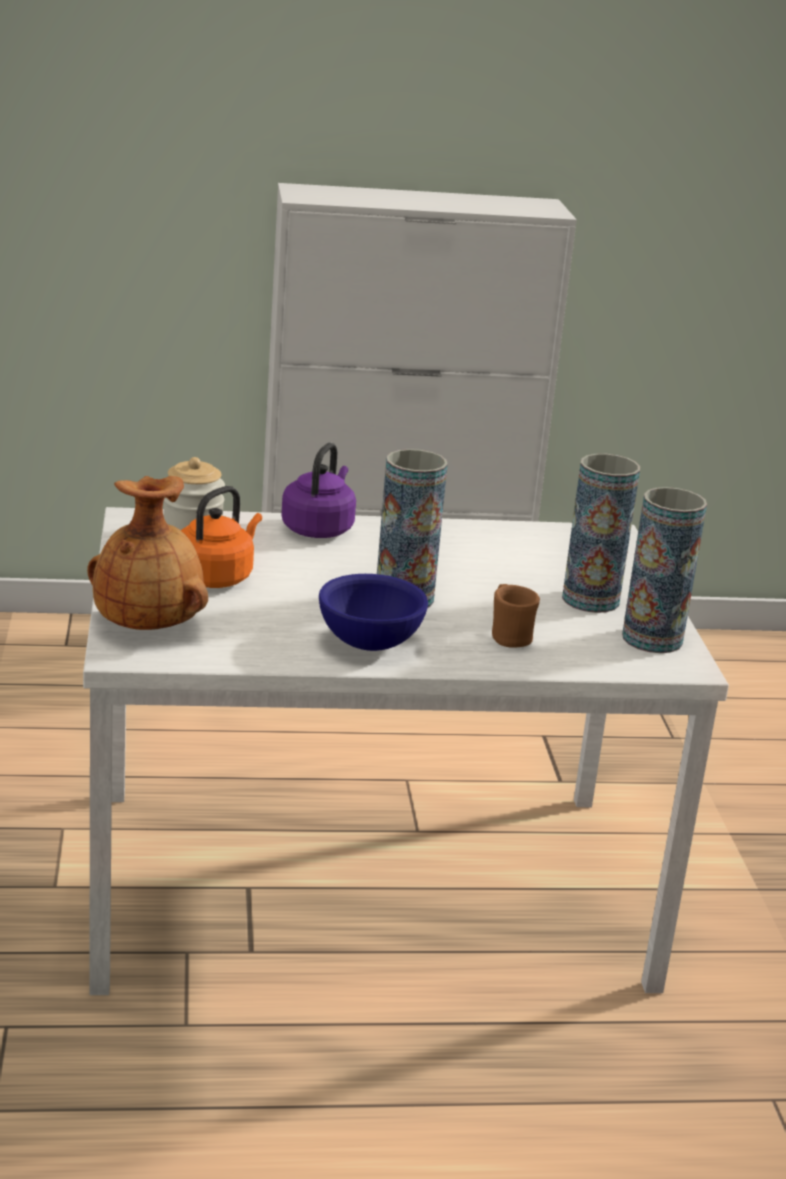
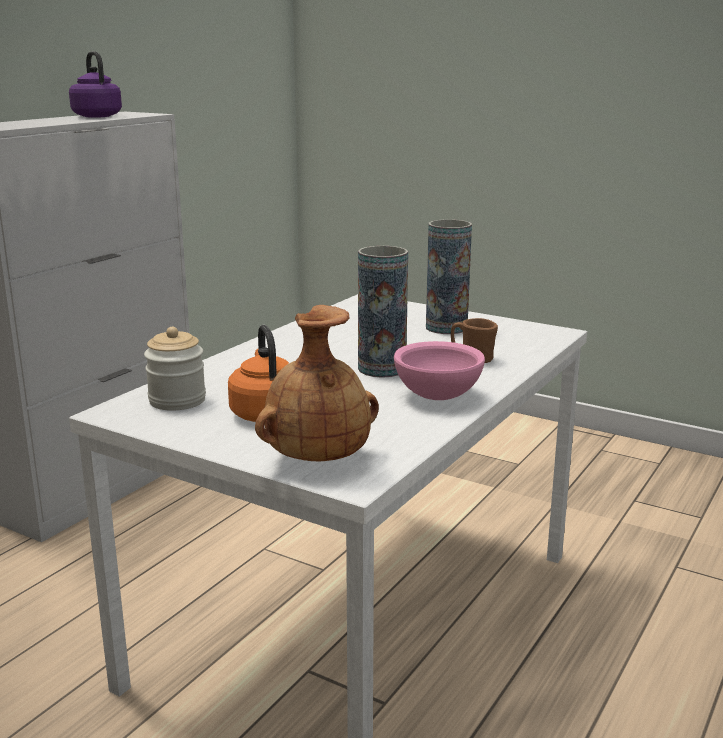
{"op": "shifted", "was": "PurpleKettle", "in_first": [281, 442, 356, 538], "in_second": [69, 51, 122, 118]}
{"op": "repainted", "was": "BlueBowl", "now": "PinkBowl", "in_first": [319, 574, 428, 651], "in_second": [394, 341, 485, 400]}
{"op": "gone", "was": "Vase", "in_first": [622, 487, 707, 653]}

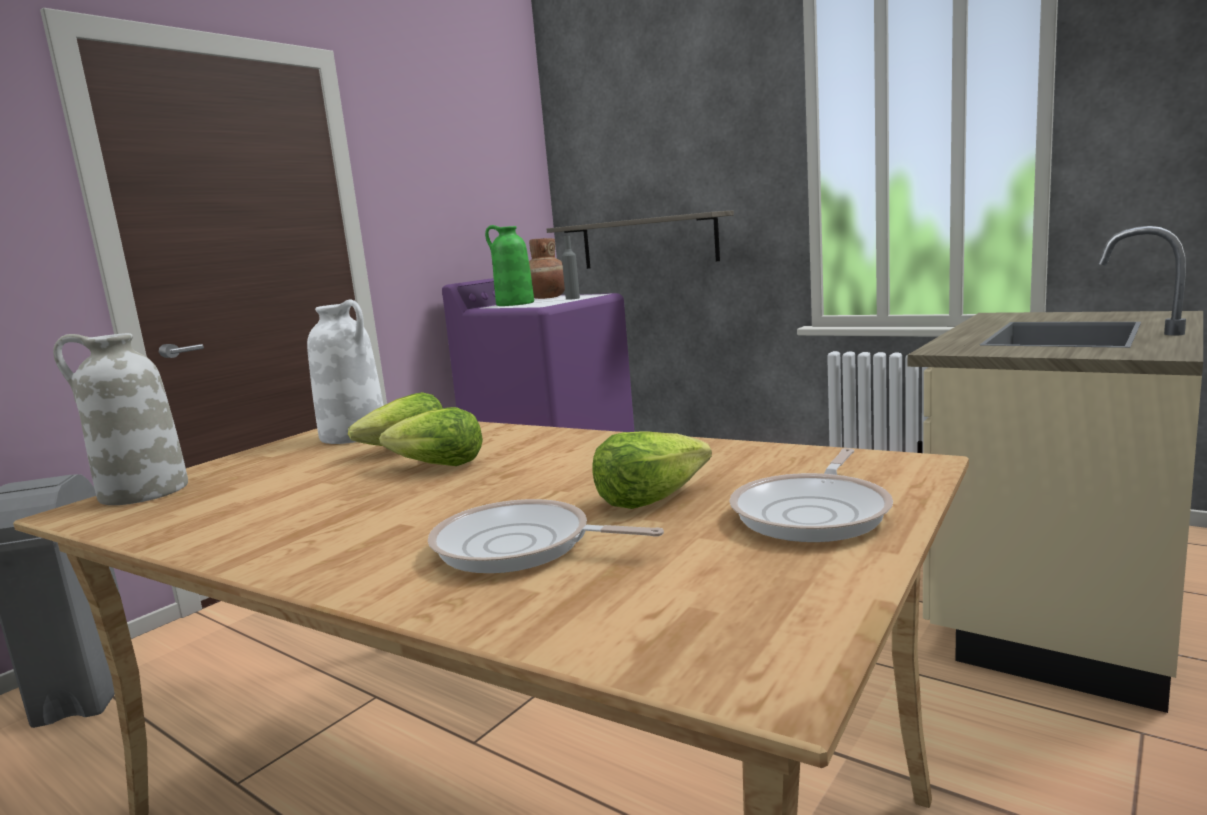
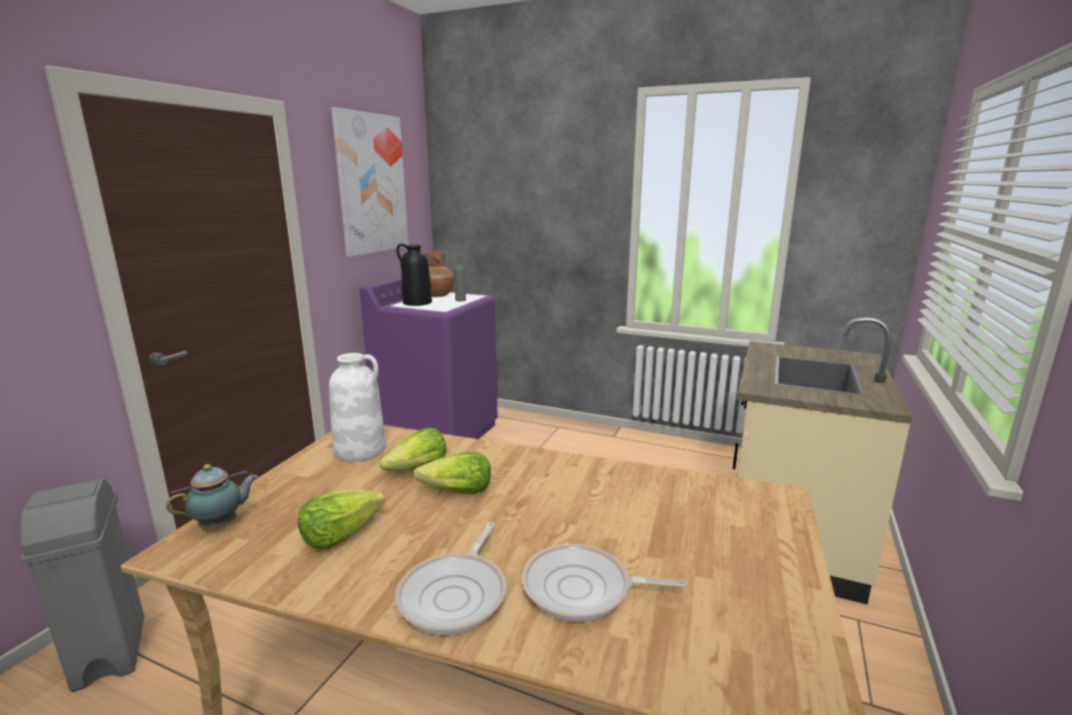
{"op": "swapped", "was": "WhiteVase", "now": "Teapot", "in_first": [53, 333, 188, 505], "in_second": [166, 464, 258, 529]}
{"op": "shifted", "was": "Lettuce", "in_first": [593, 431, 712, 509], "in_second": [298, 489, 385, 549]}
{"op": "new", "now": "Picture", "in_second": [331, 107, 409, 257]}
{"op": "shifted", "was": "FryingPan", "in_first": [729, 448, 893, 542], "in_second": [395, 522, 506, 635]}
{"op": "repainted", "was": "GreenVase", "now": "BlackVase", "in_first": [485, 225, 534, 306], "in_second": [396, 243, 432, 306]}
{"op": "gone", "was": "Shelf", "in_first": [547, 210, 734, 269]}

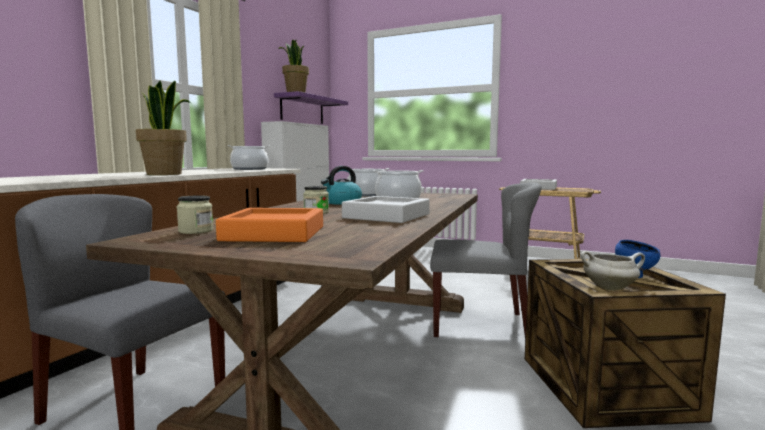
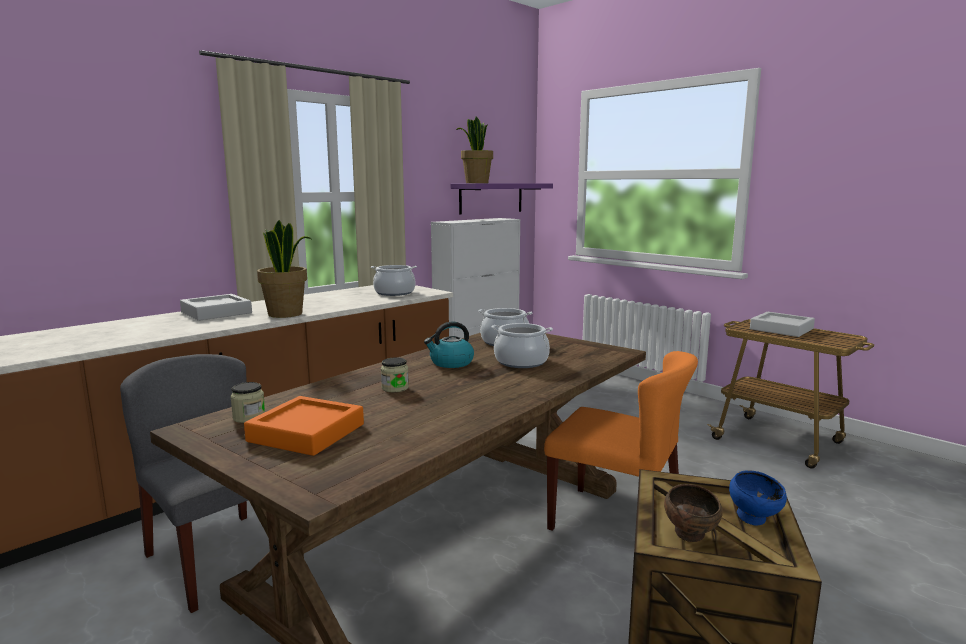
{"op": "shifted", "was": "GreyTray", "in_first": [342, 196, 430, 223], "in_second": [180, 294, 252, 321]}
{"op": "repainted", "was": "GreyChair", "now": "OrangeChair", "in_first": [430, 182, 542, 338], "in_second": [544, 351, 698, 531]}
{"op": "swapped", "was": "WhiteCookingPot", "now": "BrownBowl", "in_first": [581, 251, 645, 291], "in_second": [664, 484, 723, 542]}

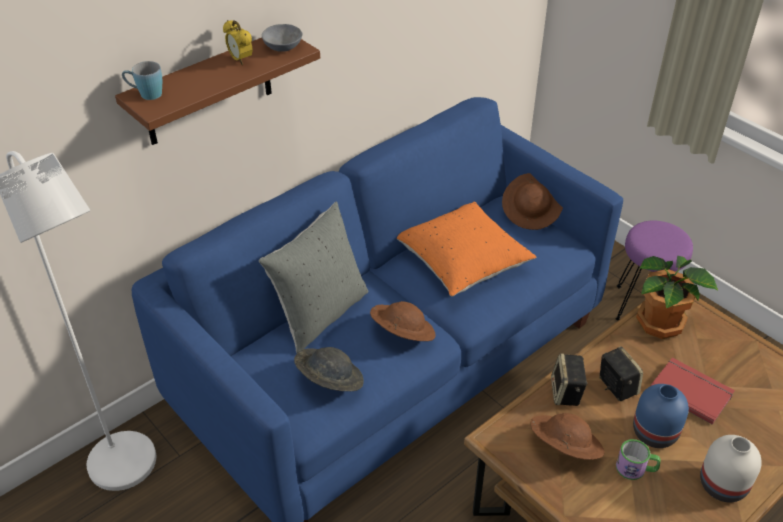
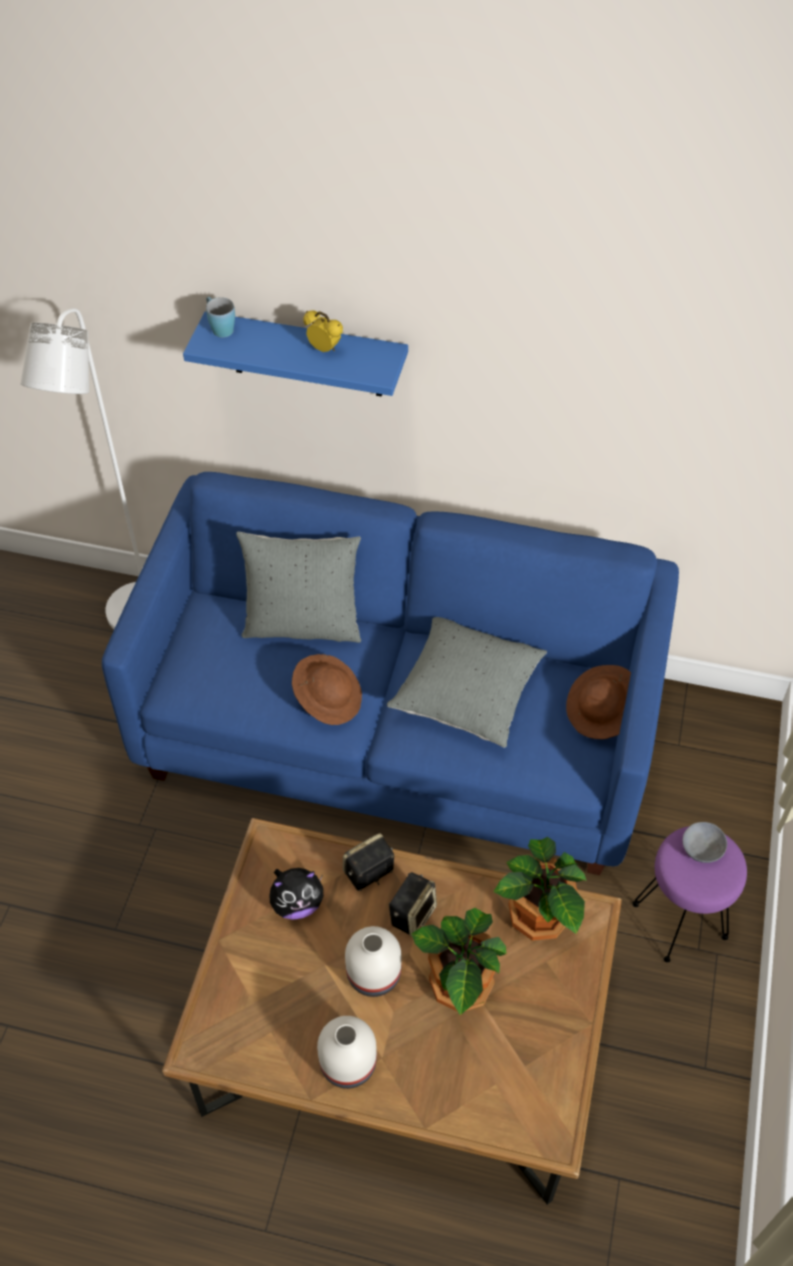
{"op": "repainted", "was": "BrownShelf", "now": "BlueShelf", "in_first": [115, 38, 320, 145], "in_second": [183, 312, 408, 397]}
{"op": "swapped", "was": "BrownHat", "now": "PlushToy", "in_first": [530, 413, 605, 460], "in_second": [270, 868, 323, 920]}
{"op": "rotated", "was": "AlarmClock", "in_first": [223, 20, 253, 65], "in_second": [303, 310, 343, 352], "clockwise": 105}
{"op": "repainted", "was": "BlueVase", "now": "WhiteVase", "in_first": [633, 384, 689, 448], "in_second": [345, 926, 402, 997]}
{"op": "repainted", "was": "OrangePillow", "now": "GreyPillow", "in_first": [397, 202, 536, 296], "in_second": [387, 617, 547, 747]}
{"op": "swapped", "was": "RedBook", "now": "PottedPlant", "in_first": [650, 358, 735, 425], "in_second": [411, 908, 507, 1015]}
{"op": "shifted", "was": "GreyBowl", "in_first": [262, 24, 302, 52], "in_second": [682, 822, 727, 863]}
{"op": "gone", "was": "GreyHat", "in_first": [294, 347, 364, 391]}
{"op": "gone", "was": "Mug", "in_first": [616, 439, 661, 480]}

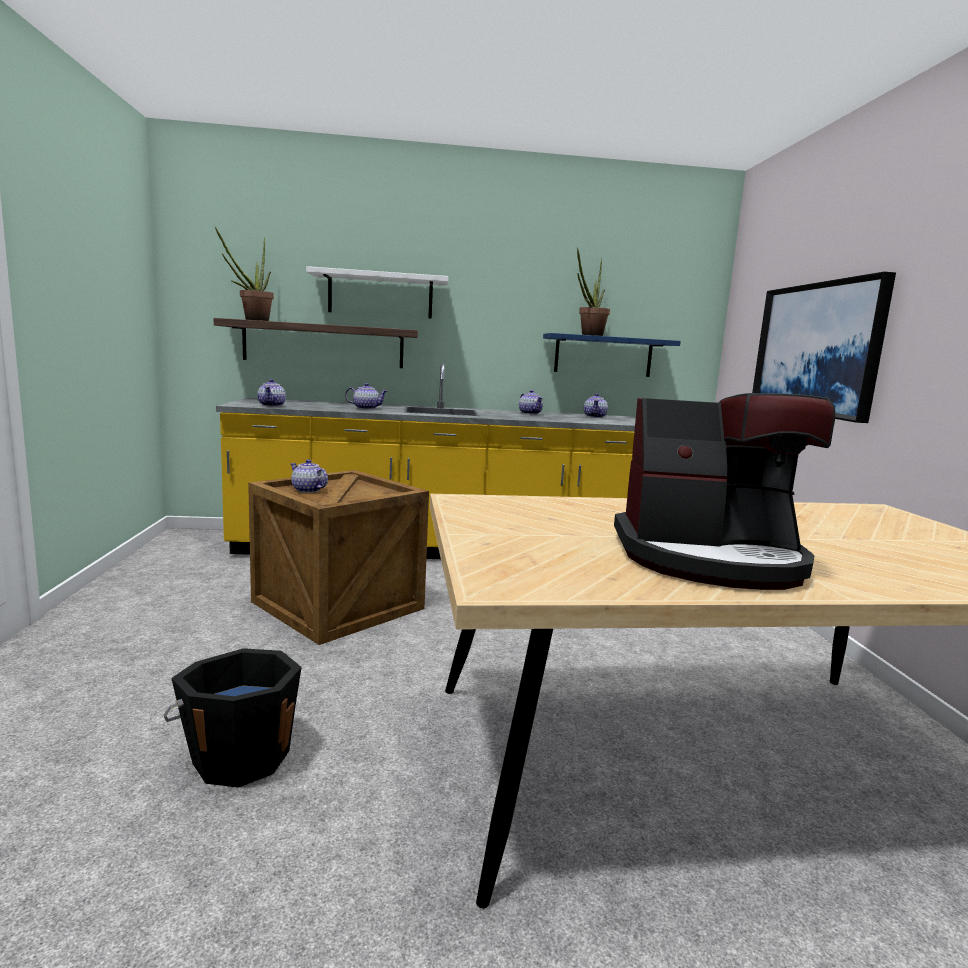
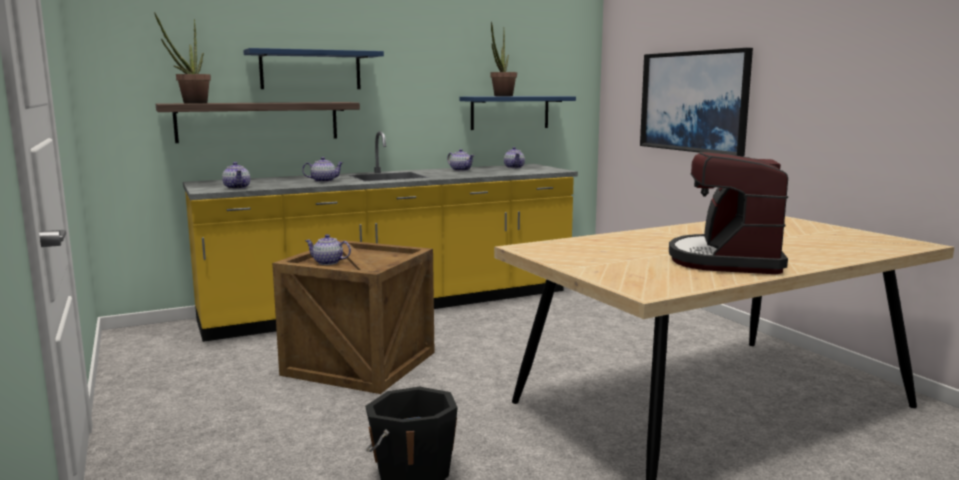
{"op": "repainted", "was": "WhiteShelf", "now": "BlueShelf", "in_first": [306, 266, 448, 319], "in_second": [243, 48, 384, 89]}
{"op": "rotated", "was": "CoffeeMachine", "in_first": [614, 393, 835, 590], "in_second": [669, 152, 788, 274], "clockwise": 120}

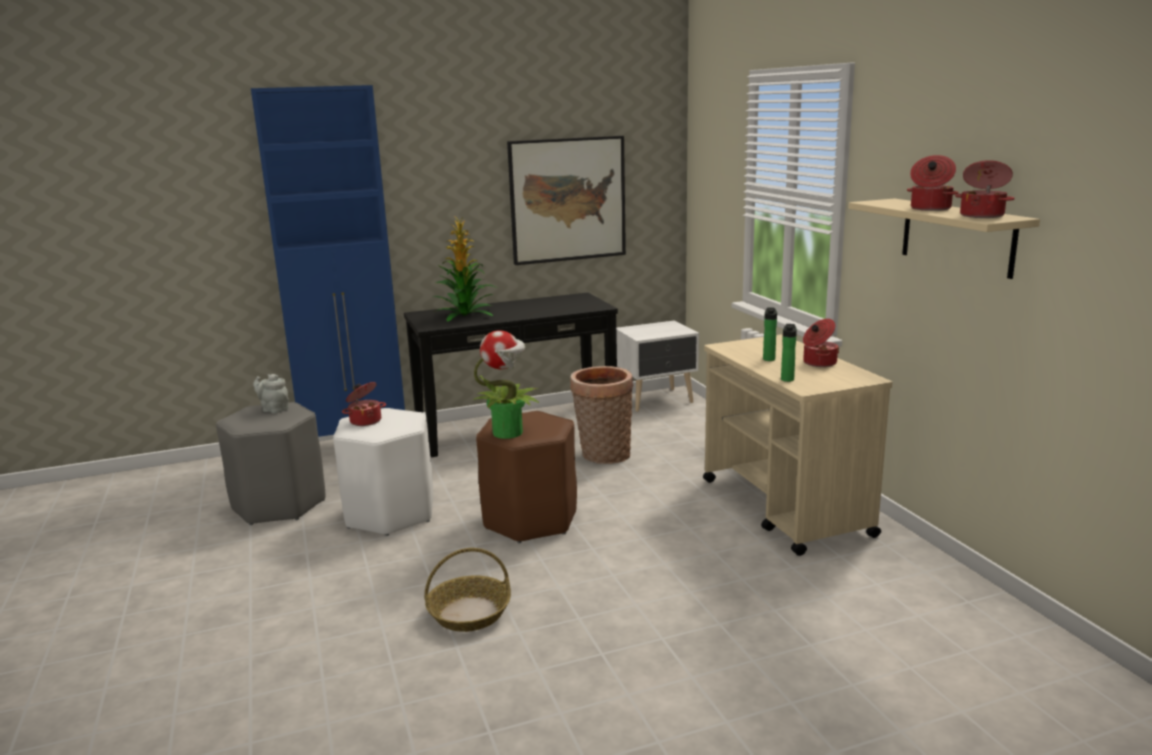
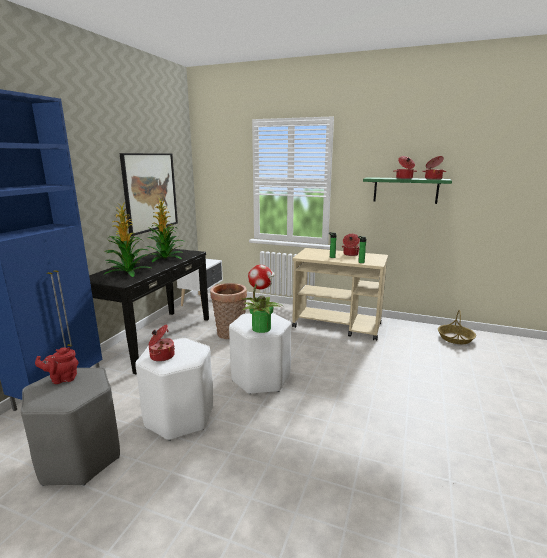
{"op": "repainted", "was": "GreyTeapot", "now": "RedTeapot", "in_first": [253, 374, 289, 414], "in_second": [35, 347, 79, 384]}
{"op": "new", "now": "PottedPlant", "in_second": [145, 197, 185, 262]}
{"op": "repainted", "was": "BrownStool", "now": "WhiteStool", "in_first": [476, 411, 577, 543], "in_second": [229, 313, 291, 394]}
{"op": "repainted", "was": "BeigeShelf", "now": "GreenShelf", "in_first": [849, 199, 1040, 279], "in_second": [363, 177, 452, 204]}
{"op": "shifted", "was": "Basket", "in_first": [425, 548, 511, 632], "in_second": [438, 310, 476, 344]}

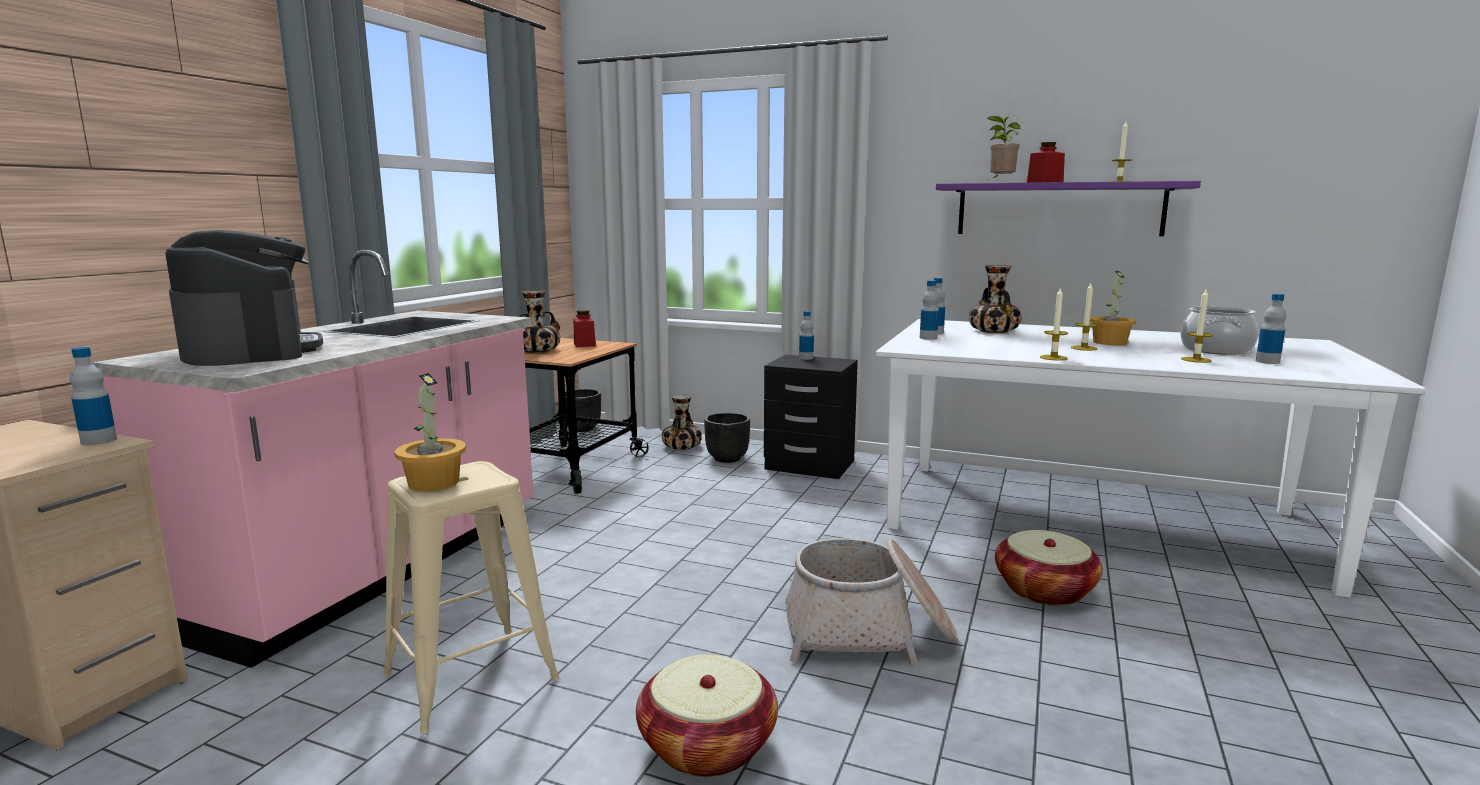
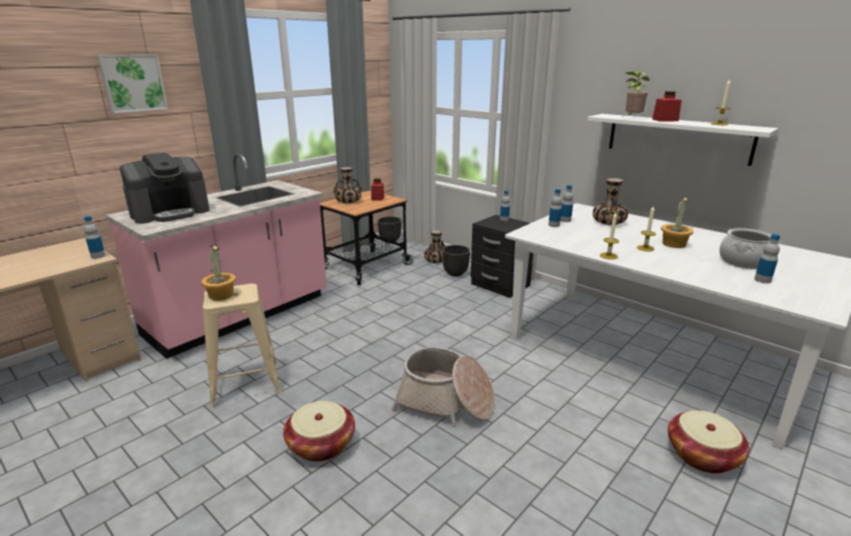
{"op": "new", "now": "Picture", "in_second": [98, 55, 168, 114]}
{"op": "rotated", "was": "CoffeeMachine", "in_first": [165, 230, 323, 366], "in_second": [120, 153, 210, 224], "clockwise": 60}
{"op": "repainted", "was": "PurpleShelf", "now": "WhiteShelf", "in_first": [936, 181, 1201, 236], "in_second": [587, 114, 778, 166]}
{"op": "shifted", "was": "Basket", "in_first": [995, 530, 1103, 606], "in_second": [668, 410, 750, 473]}
{"op": "gone", "was": "Candle", "in_first": [1181, 289, 1213, 363]}

